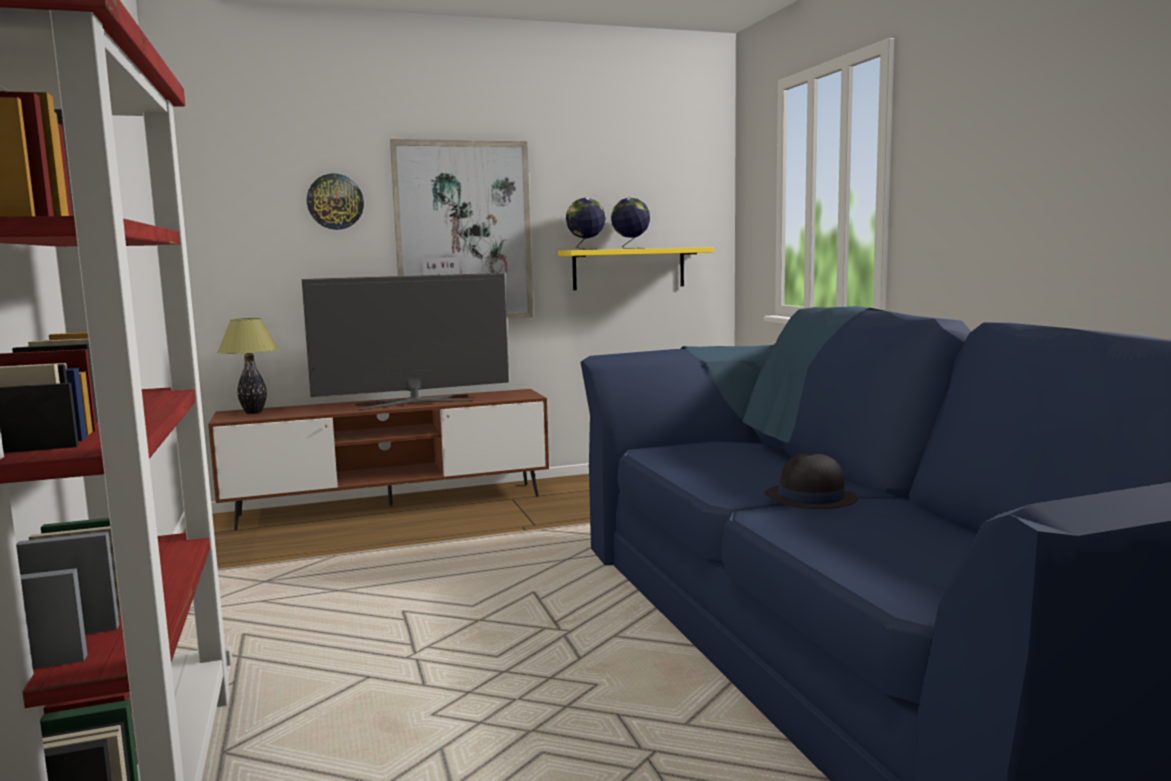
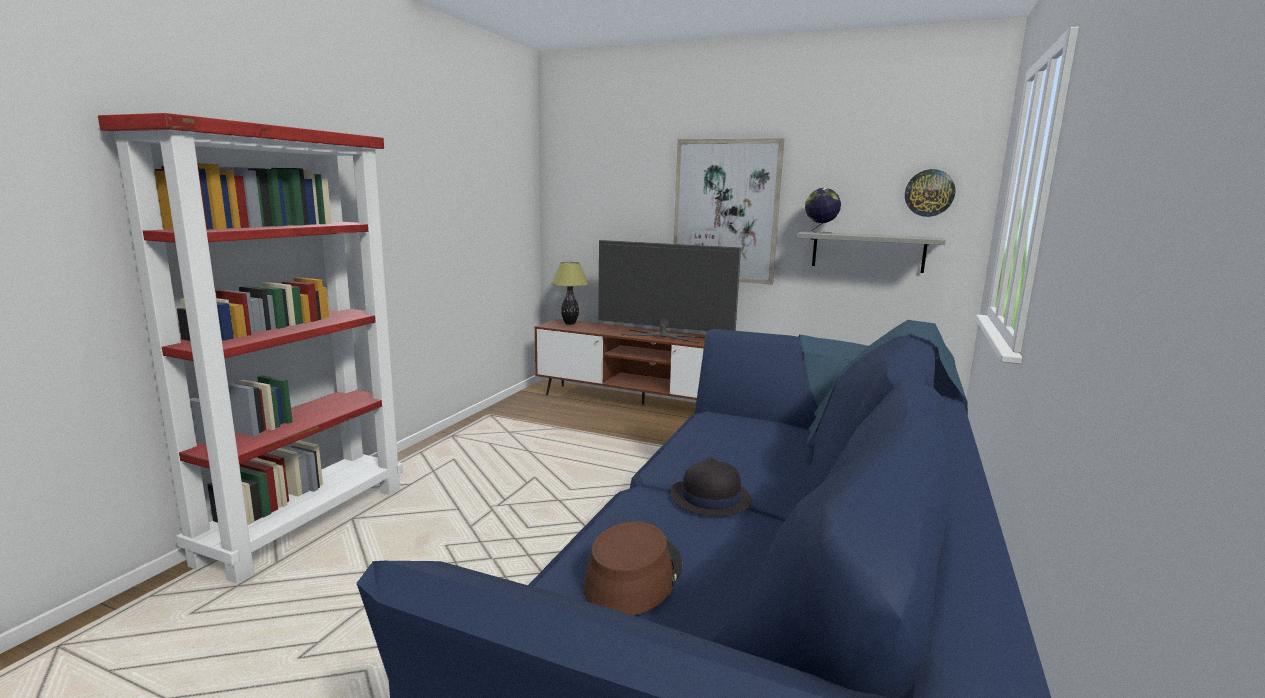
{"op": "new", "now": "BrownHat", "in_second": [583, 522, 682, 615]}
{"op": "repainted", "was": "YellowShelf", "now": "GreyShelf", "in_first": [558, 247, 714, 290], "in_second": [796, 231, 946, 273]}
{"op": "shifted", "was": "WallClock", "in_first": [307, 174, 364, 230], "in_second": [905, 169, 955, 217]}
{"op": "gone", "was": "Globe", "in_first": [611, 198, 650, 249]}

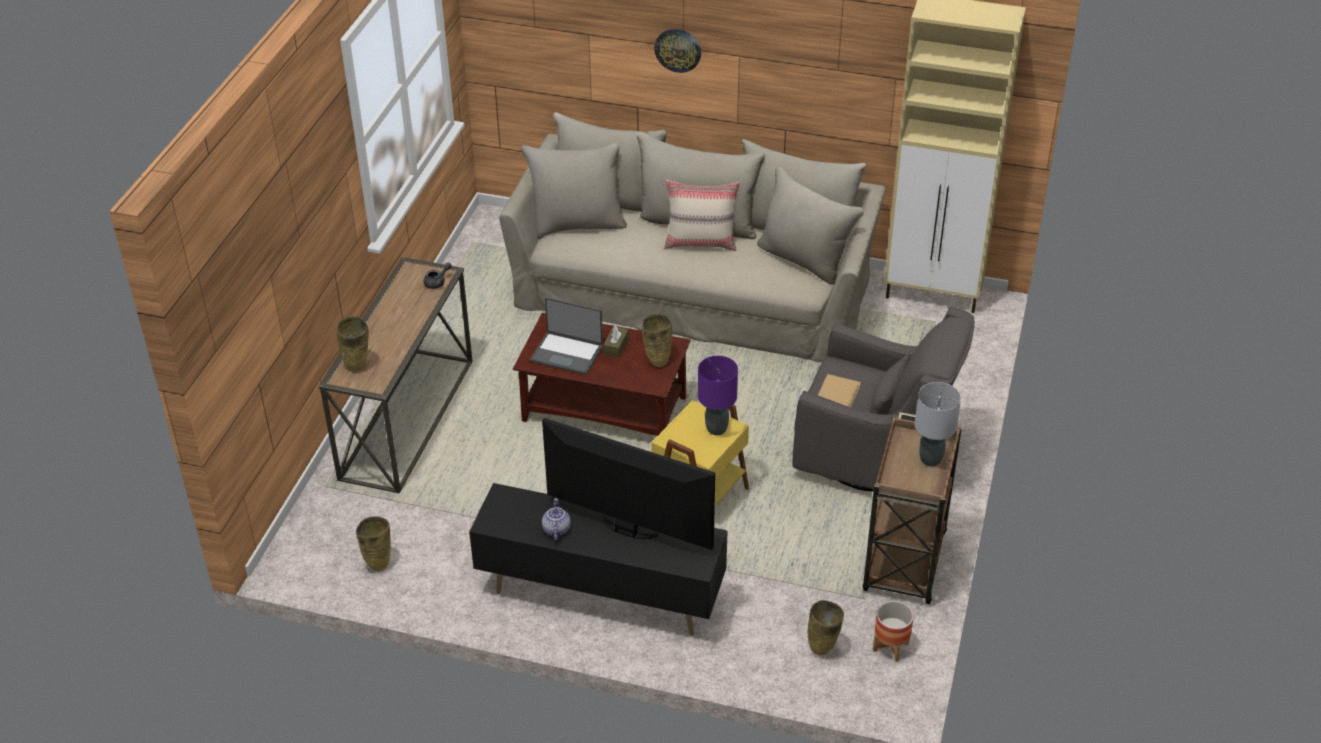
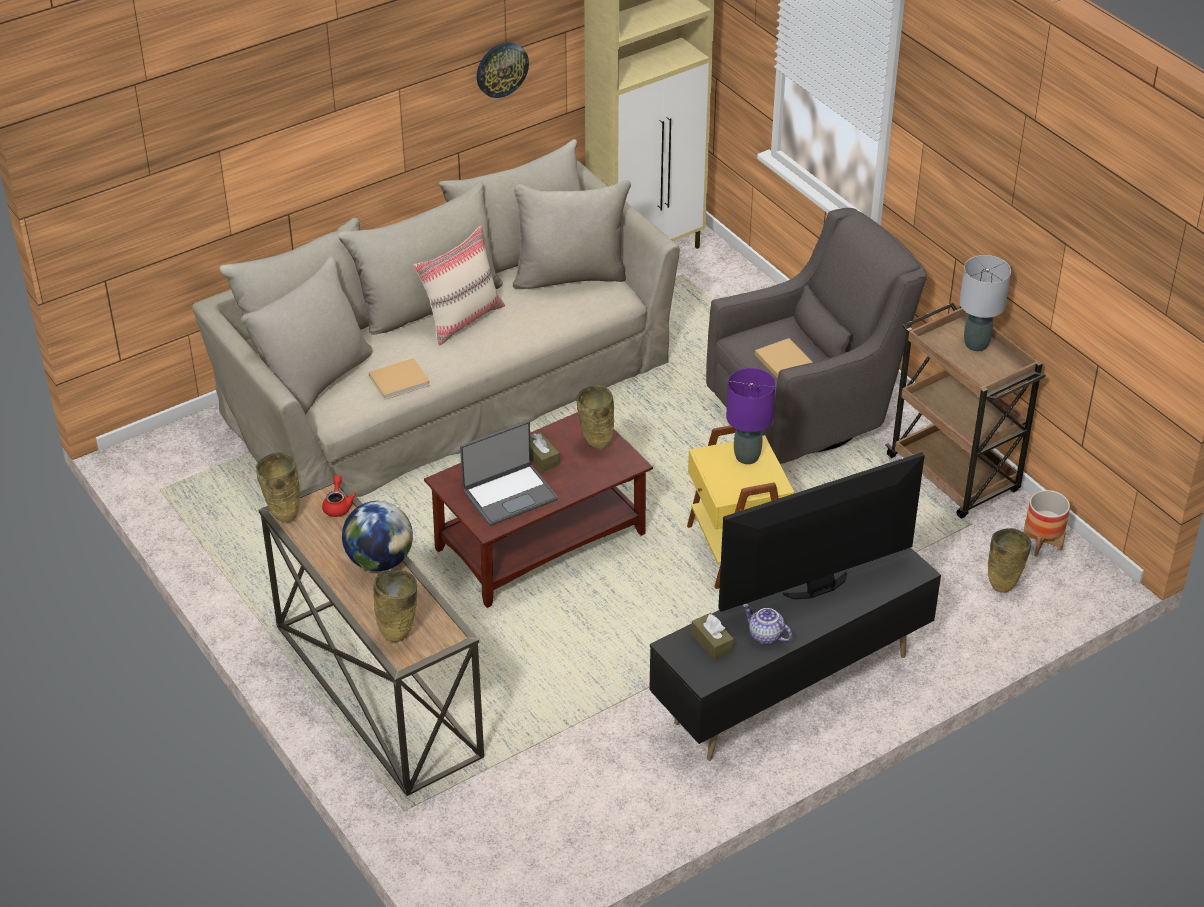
{"op": "shifted", "was": "BeigeVase", "in_first": [356, 516, 391, 571], "in_second": [256, 452, 300, 522]}
{"op": "repainted", "was": "GreyTeapot", "now": "RedTeapot", "in_first": [424, 263, 451, 289], "in_second": [322, 475, 356, 517]}
{"op": "new", "now": "Globe", "in_second": [342, 501, 413, 571]}
{"op": "new", "now": "BeigeBook", "in_second": [369, 358, 430, 400]}
{"op": "shifted", "was": "WallClock", "in_first": [654, 29, 701, 73], "in_second": [477, 42, 529, 98]}
{"op": "new", "now": "BrownTissueBox", "in_second": [691, 613, 734, 660]}

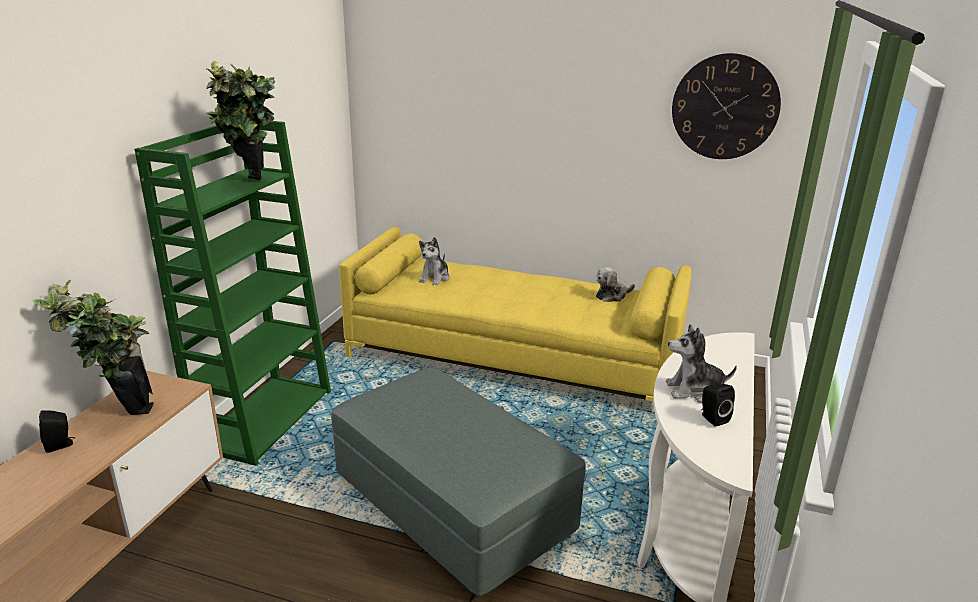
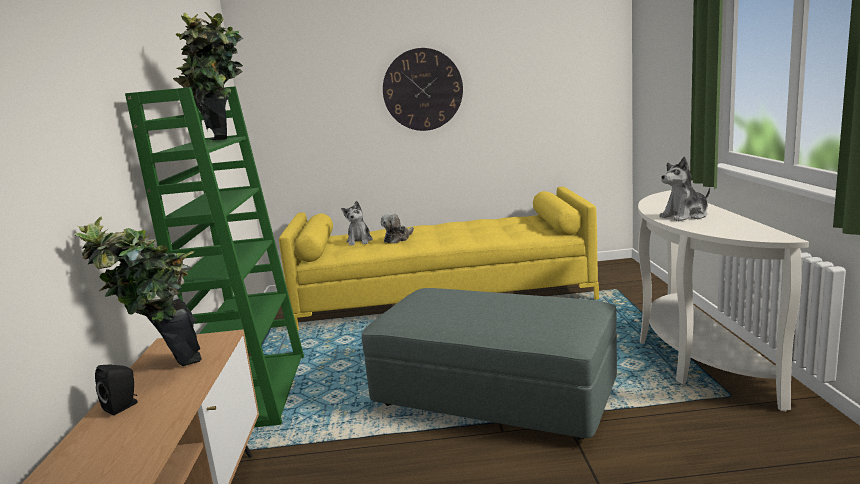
{"op": "shifted", "was": "PlushToy", "in_first": [596, 267, 635, 302], "in_second": [381, 213, 414, 243]}
{"op": "shifted", "was": "WallClock", "in_first": [672, 53, 781, 159], "in_second": [383, 48, 463, 131]}
{"op": "gone", "was": "BlackSpeaker", "in_first": [701, 384, 735, 427]}

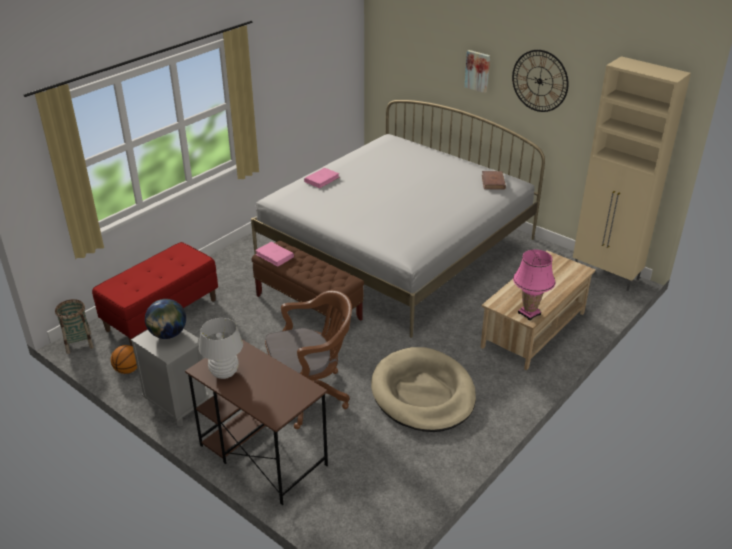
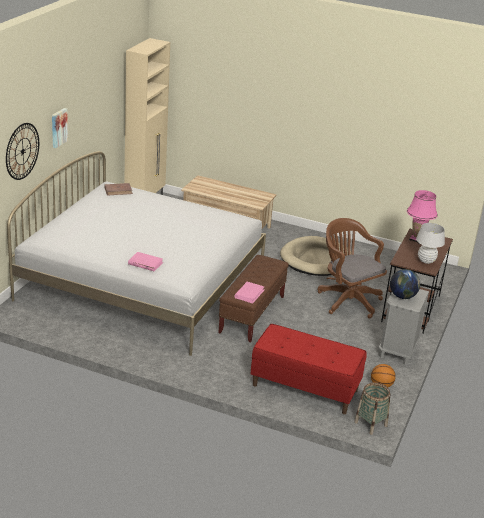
{"op": "shifted", "was": "WallClock", "in_first": [512, 50, 569, 112], "in_second": [6, 123, 39, 180]}
{"op": "shifted", "was": "PinkTableLamp", "in_first": [513, 249, 555, 321], "in_second": [407, 190, 438, 244]}

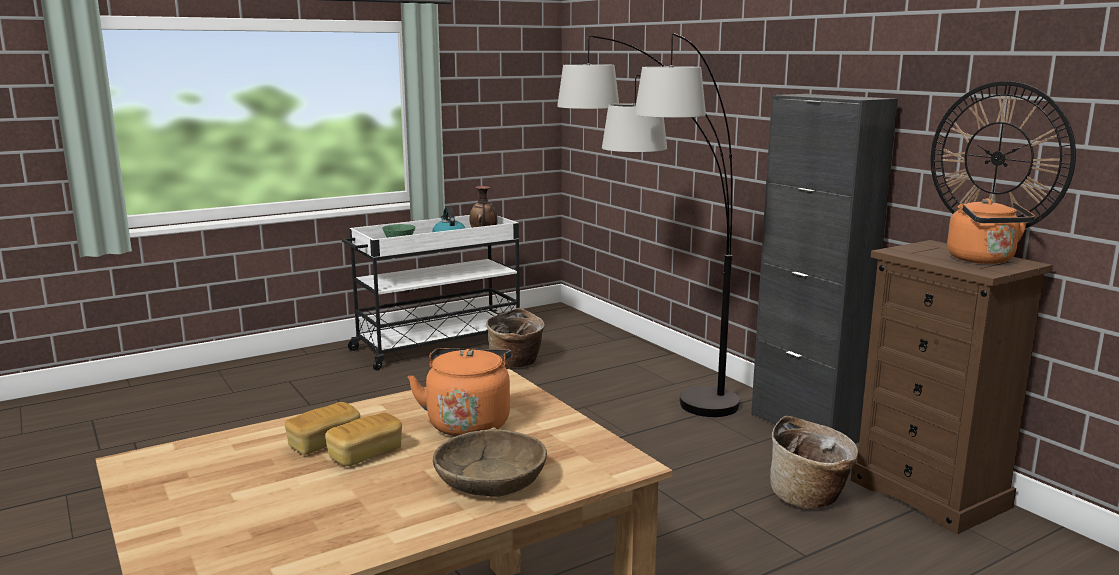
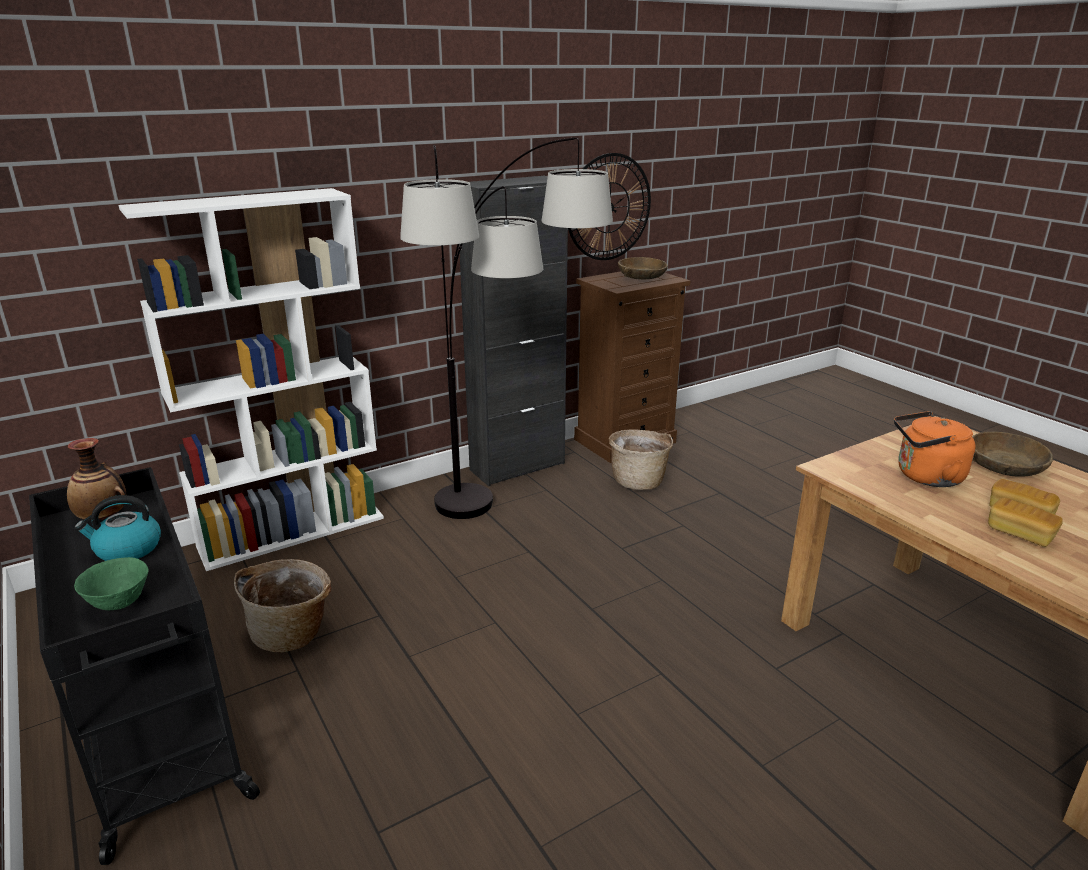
{"op": "repainted", "was": "WhiteCart", "now": "BlackCart", "in_first": [342, 215, 520, 371], "in_second": [29, 467, 260, 865]}
{"op": "new", "now": "WhiteBookcase", "in_second": [118, 188, 384, 571]}
{"op": "swapped", "was": "OrangeKettle", "now": "BrownBowl", "in_first": [947, 198, 1035, 264], "in_second": [618, 257, 668, 279]}

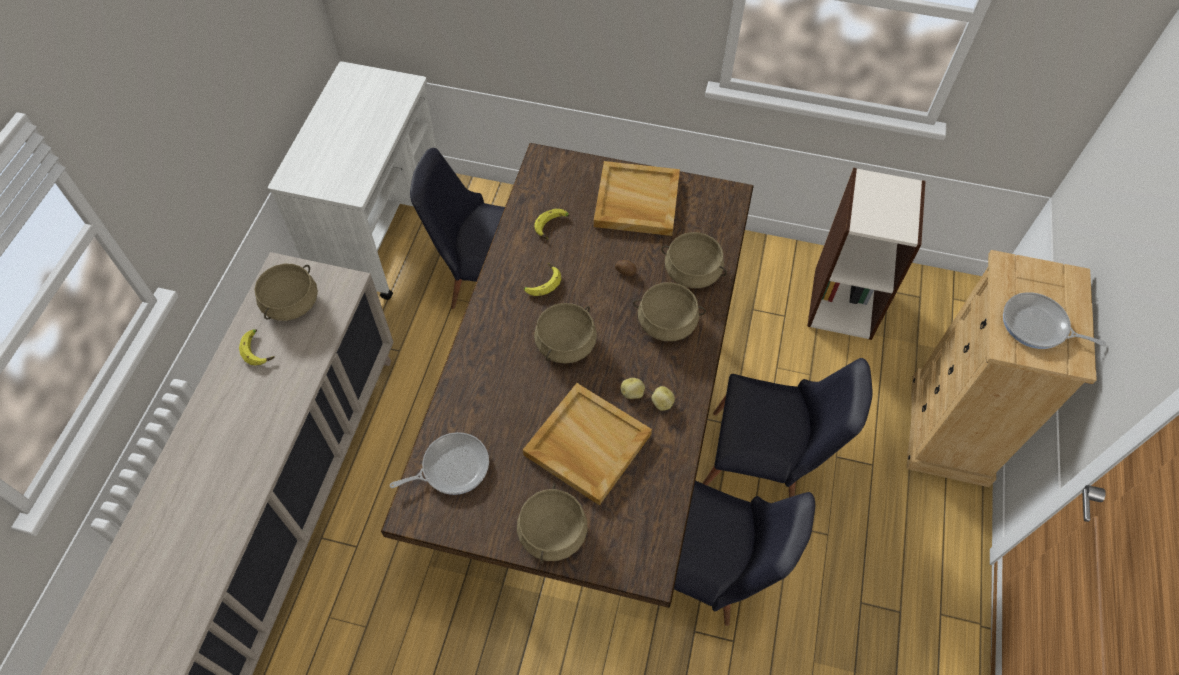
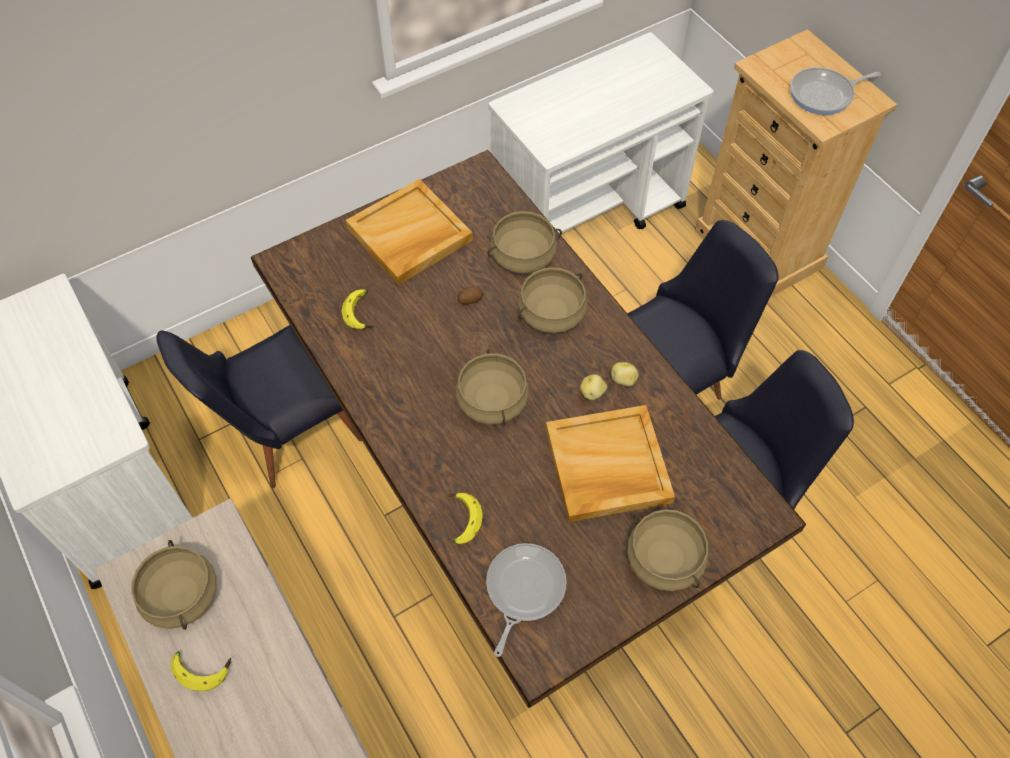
{"op": "shifted", "was": "Banana", "in_first": [524, 263, 561, 296], "in_second": [446, 493, 483, 544]}
{"op": "swapped", "was": "Bookcase", "now": "WhiteCart", "in_first": [807, 168, 926, 340], "in_second": [489, 32, 714, 234]}

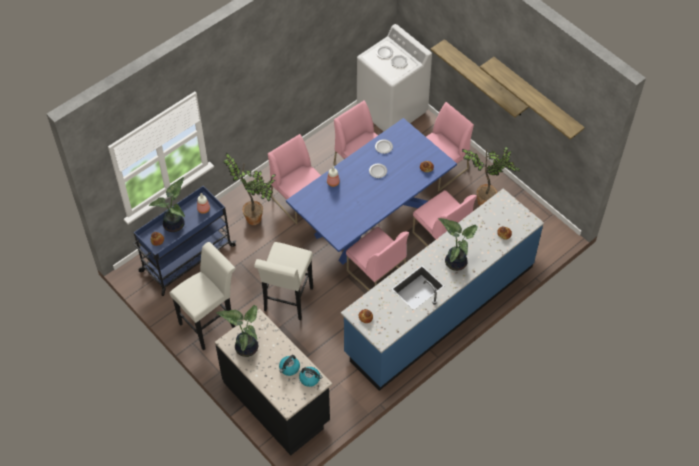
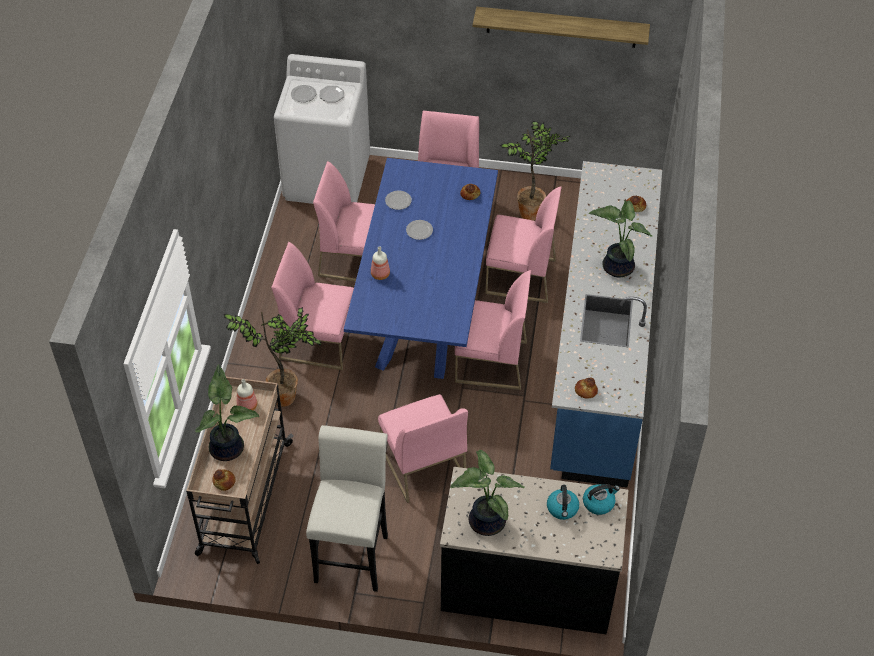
{"op": "repainted", "was": "BlueCart", "now": "BeigeCart", "in_first": [133, 186, 236, 296], "in_second": [186, 377, 294, 564]}
{"op": "swapped", "was": "WhiteStool", "now": "PinkChair", "in_first": [254, 242, 313, 320], "in_second": [378, 394, 468, 503]}
{"op": "gone", "was": "Shelf", "in_first": [430, 39, 529, 118]}

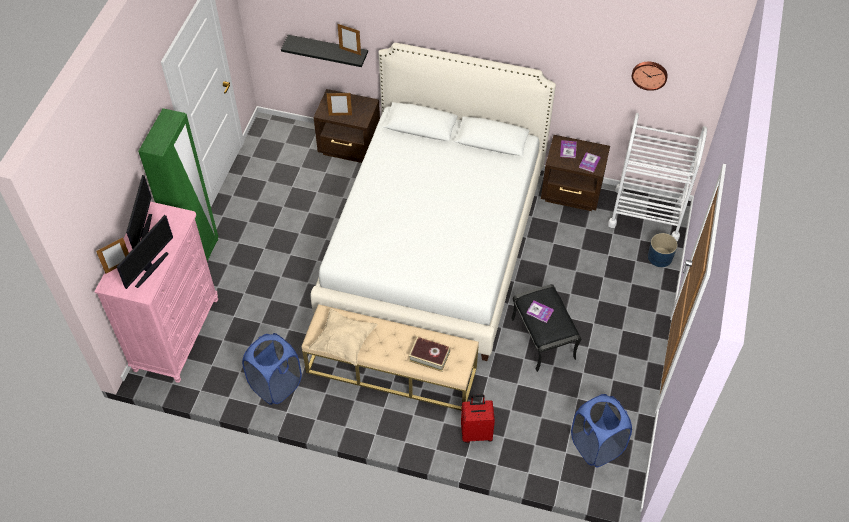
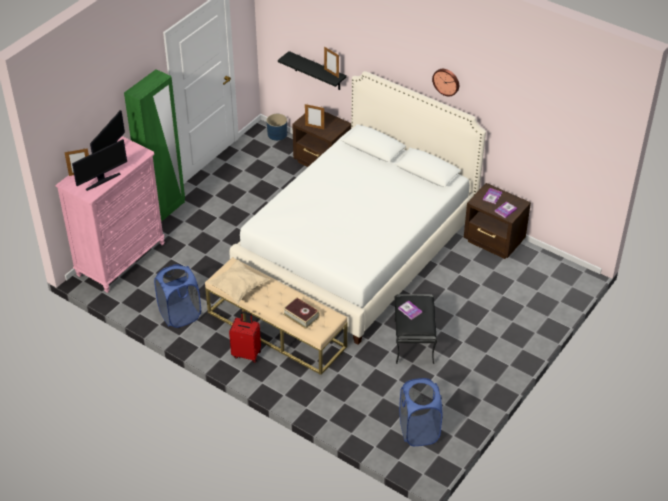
{"op": "shifted", "was": "RedSuitcase", "in_first": [461, 395, 495, 443], "in_second": [229, 311, 261, 363]}
{"op": "shifted", "was": "BluePlanter", "in_first": [648, 233, 678, 267], "in_second": [267, 114, 287, 141]}
{"op": "shifted", "was": "WallClock", "in_first": [632, 62, 668, 91], "in_second": [432, 69, 459, 96]}
{"op": "gone", "was": "WhiteCart", "in_first": [608, 113, 707, 241]}

